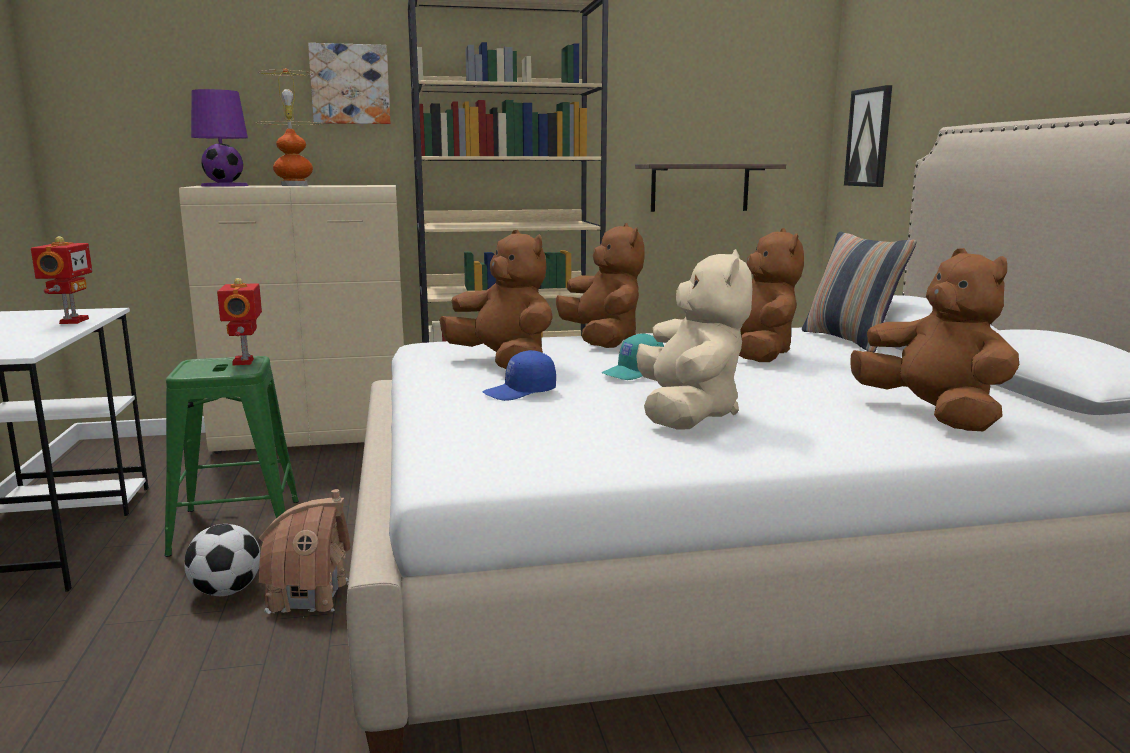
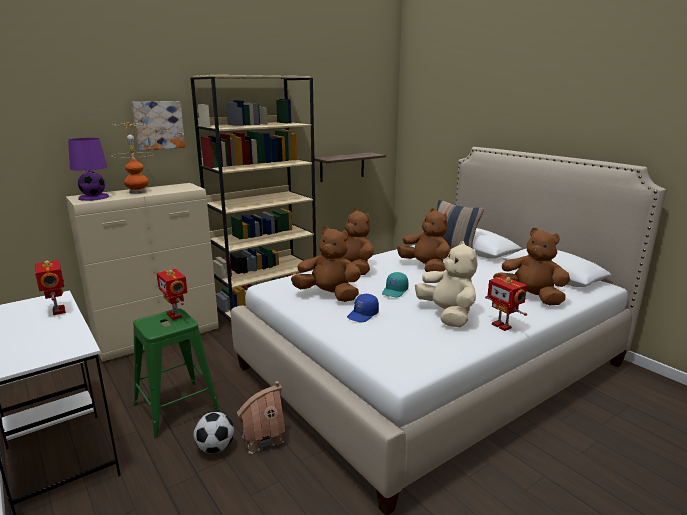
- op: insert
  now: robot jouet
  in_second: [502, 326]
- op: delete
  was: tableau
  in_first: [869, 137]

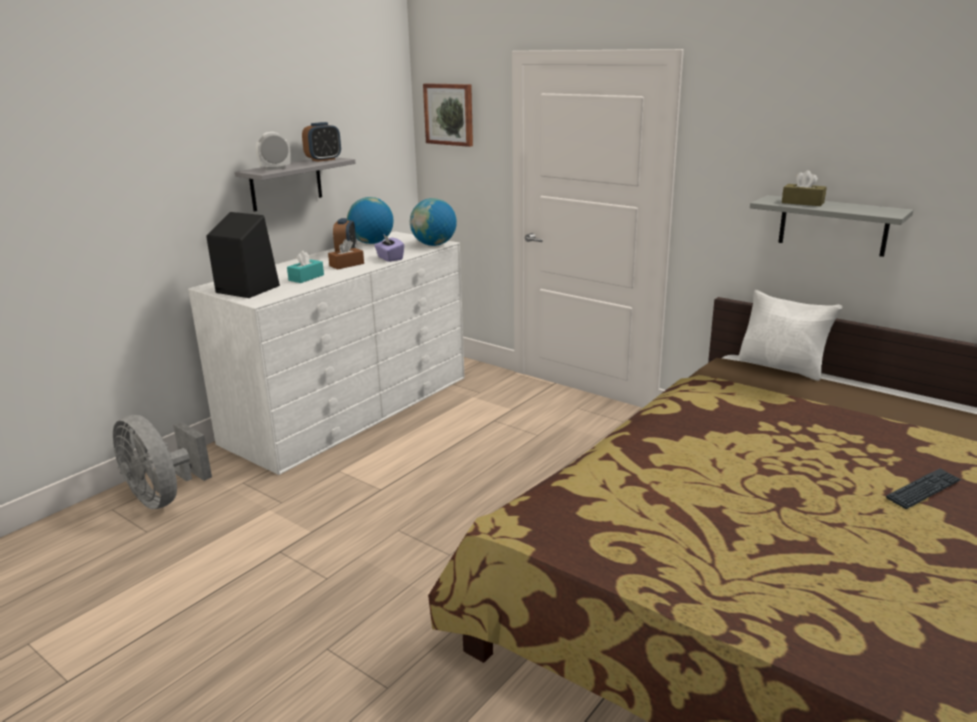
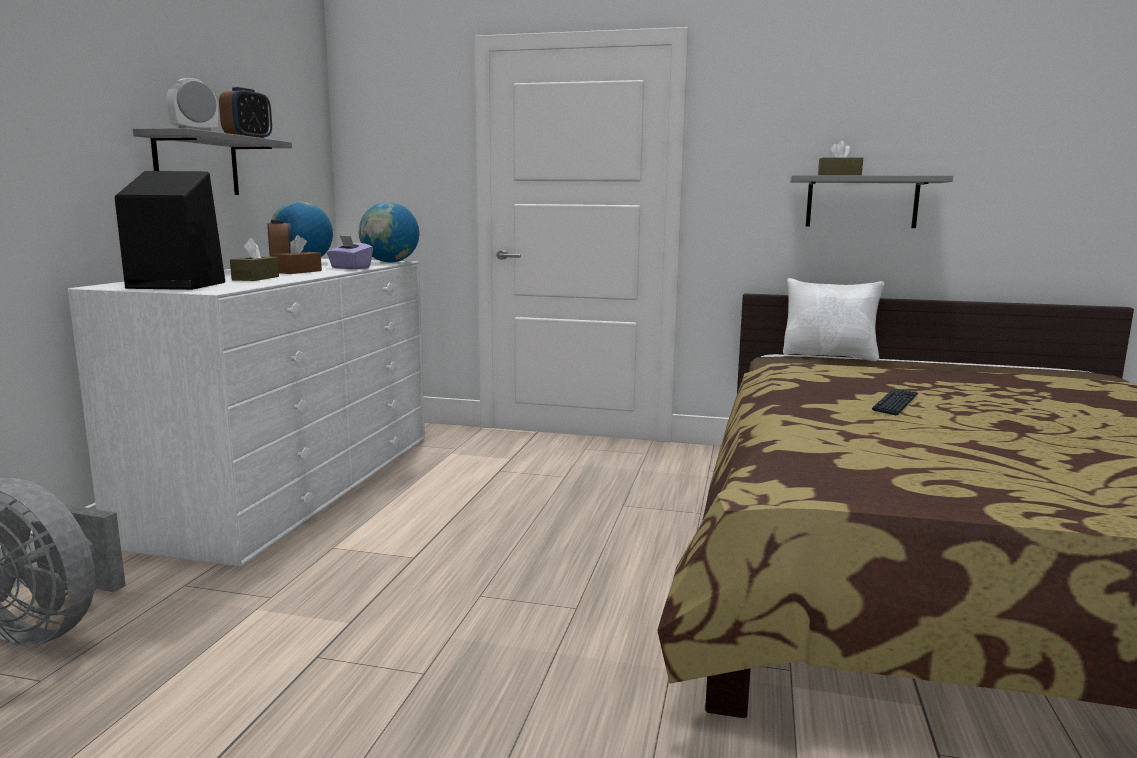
- op: recolor
  was: boîte à mouchoirs/turquoise
  now: boîte à mouchoirs/marron
  in_first: [306, 278]
  in_second: [255, 278]
- op: move
  was: clavier
  in_first: [923, 490]
  in_second: [896, 403]
- op: delete
  was: tableau
  in_first: [449, 114]

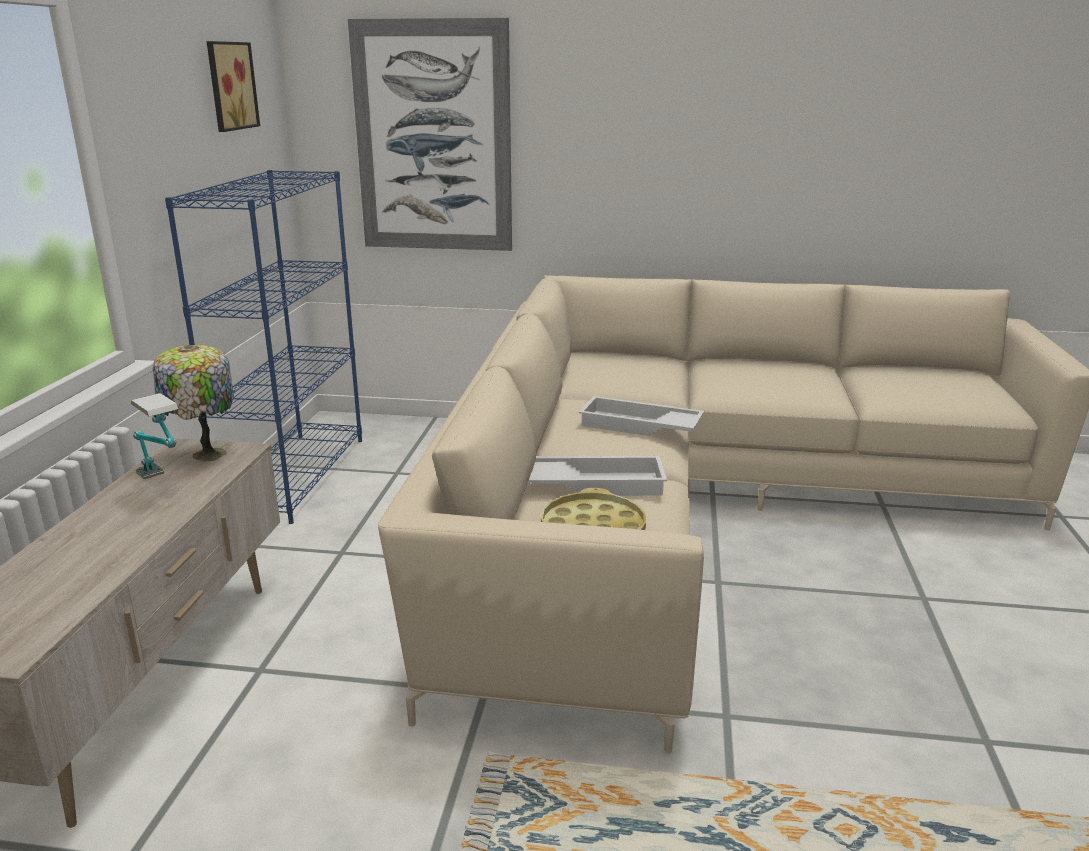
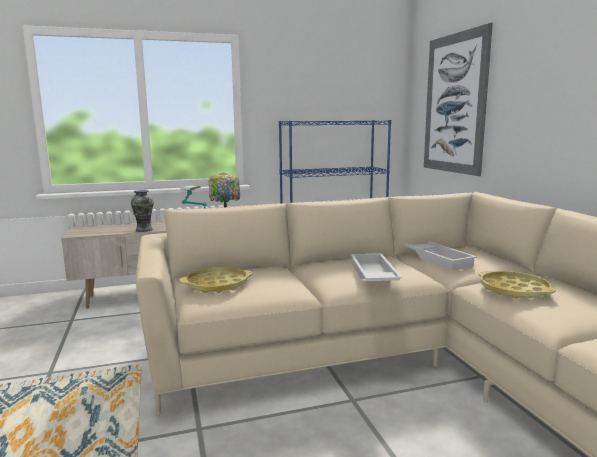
- op: insert
  now: vase
  in_second: [144, 230]
- op: move
  was: plateau/blanc
  in_first: [596, 483]
  in_second: [438, 259]
- op: insert
  now: plateau/jaune
  in_second: [514, 290]
- op: delete
  was: tableau
  in_first: [229, 86]

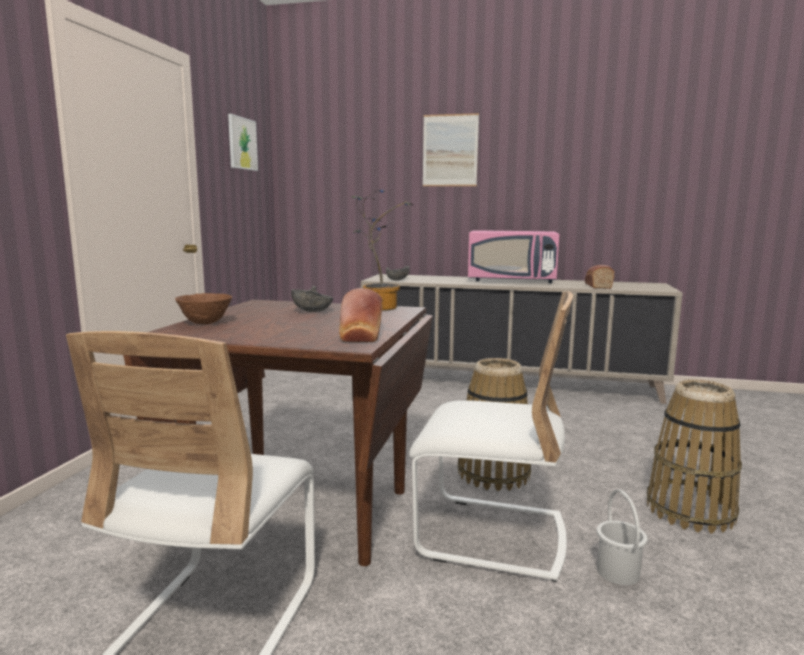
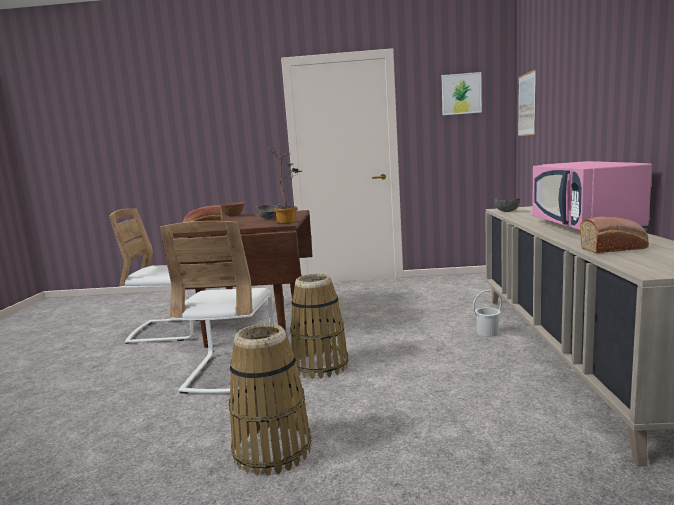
- op: move
  was: seau/blanc
  in_first: [617, 572]
  in_second: [487, 332]
- op: move
  was: tableau
  in_first: [450, 150]
  in_second: [527, 104]

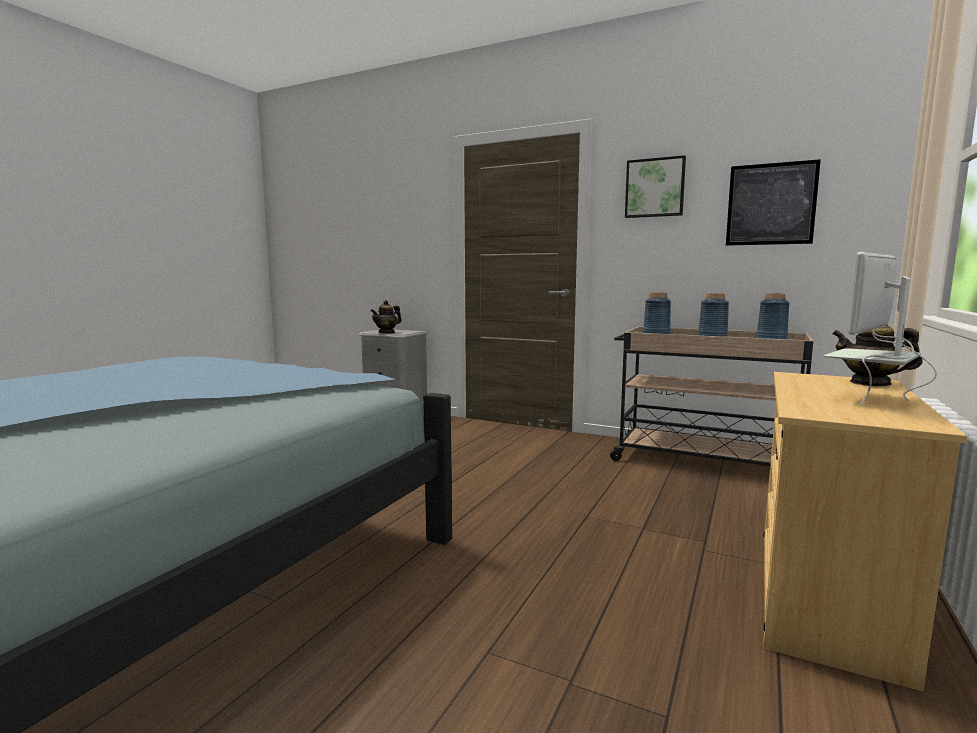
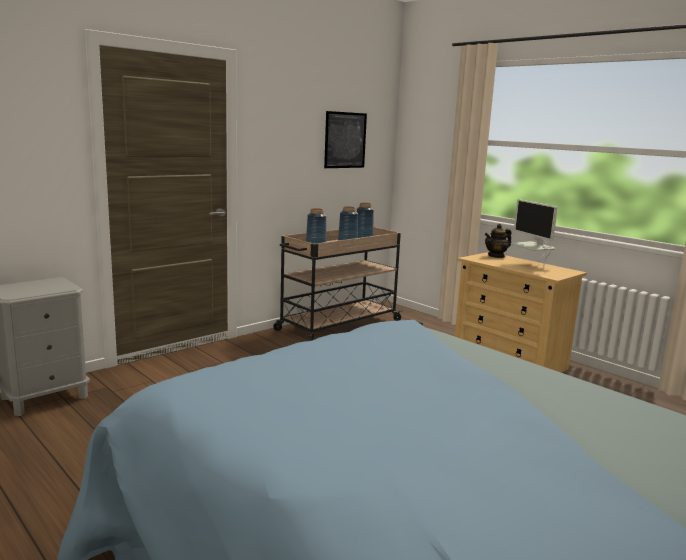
- op: delete
  was: théière
  in_first: [387, 332]
- op: delete
  was: tableau
  in_first: [655, 188]

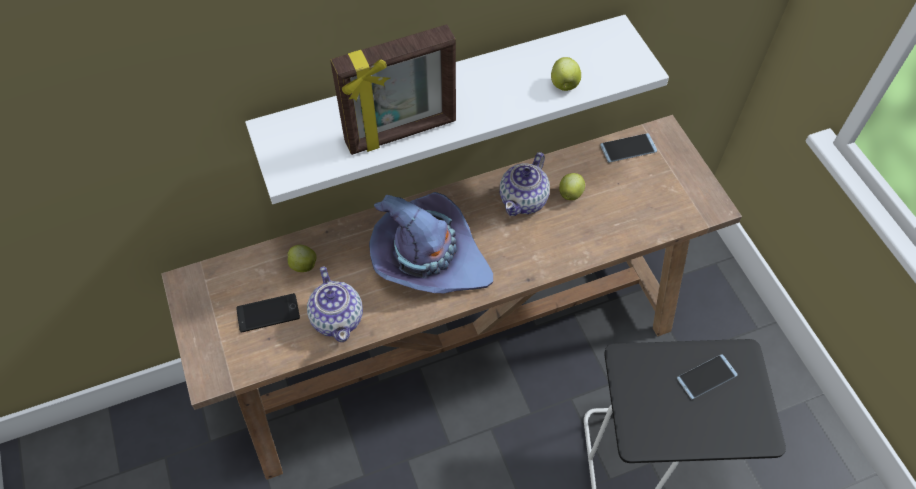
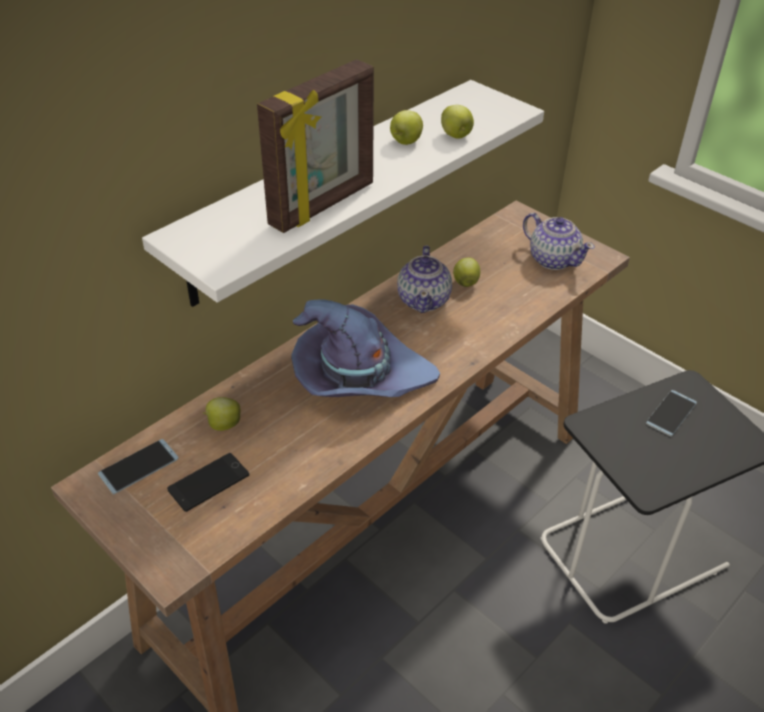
- op: move
  was: téléphone
  in_first: [628, 148]
  in_second: [138, 466]
- op: insert
  now: pomme
  in_second: [405, 142]
- op: move
  was: théière
  in_first: [338, 317]
  in_second: [553, 259]

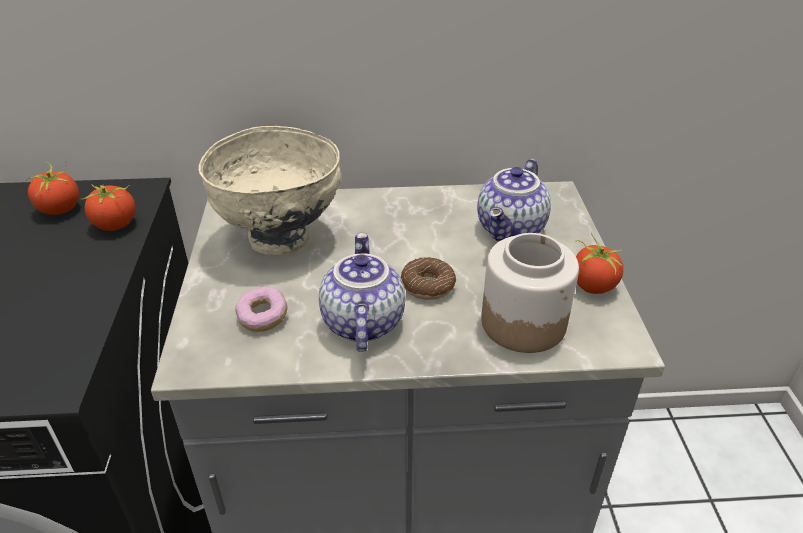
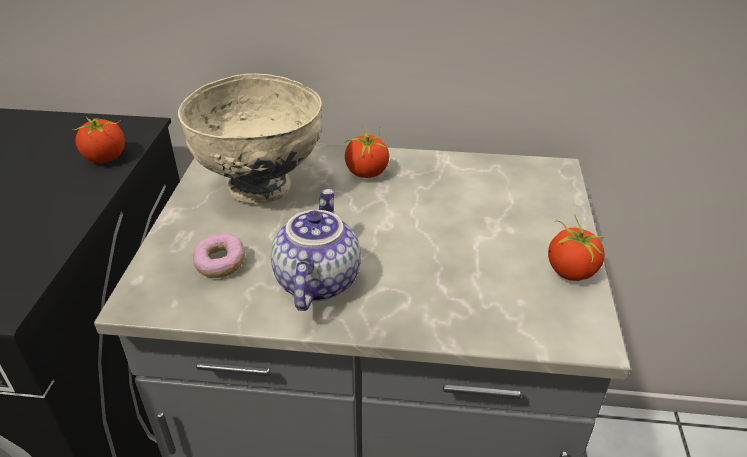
- op: move
  was: tomate
  in_first: [60, 209]
  in_second: [366, 172]
- op: delete
  was: beignet
  in_first: [427, 285]
- op: delete
  was: théière
  in_first: [512, 230]
- op: delete
  was: bocal
  in_first: [523, 322]

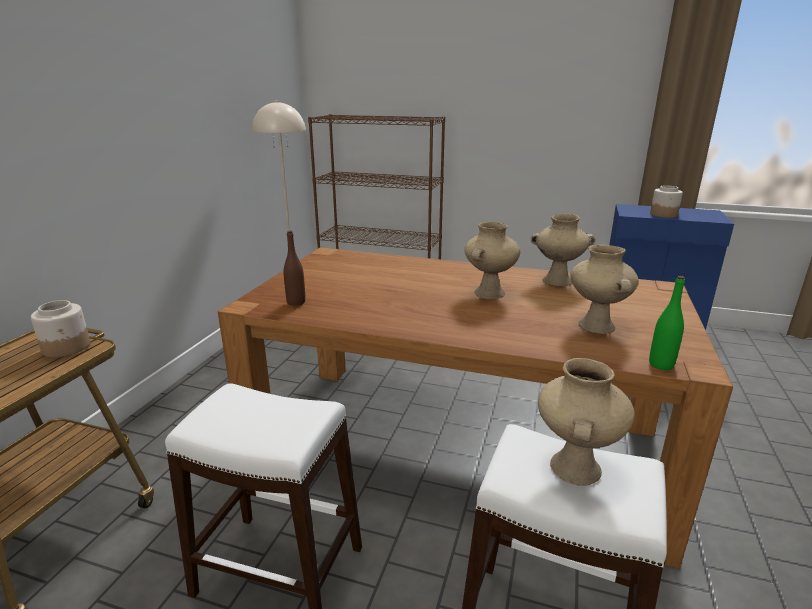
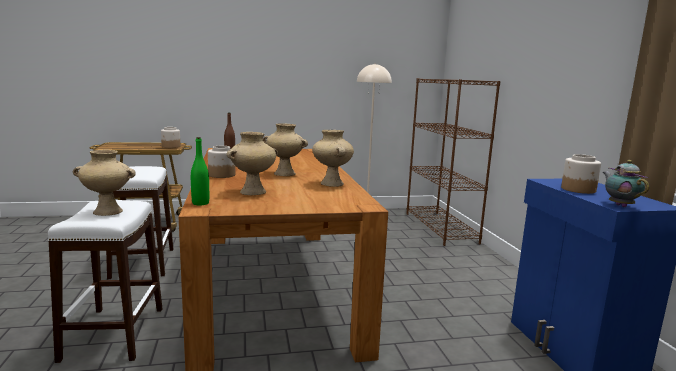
- op: insert
  now: bocal
  in_second: [221, 175]
- op: insert
  now: théière
  in_second: [619, 205]

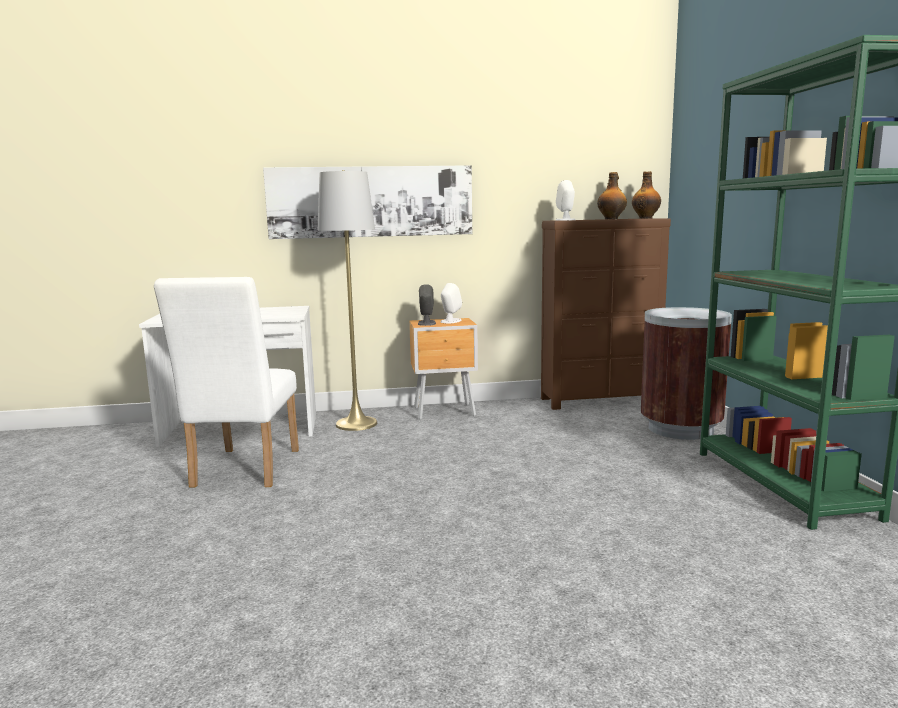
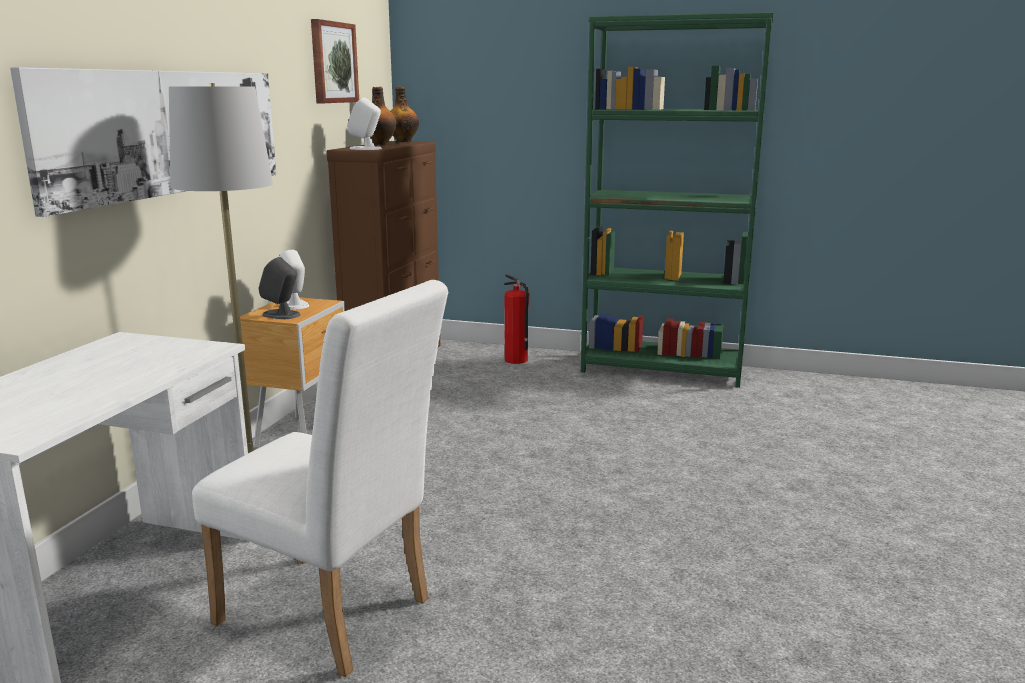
- op: insert
  now: tableau
  in_second: [333, 62]
- op: replace
  was: poubelle/marron
  now: extincteur
  in_first: [680, 429]
  in_second: [516, 360]

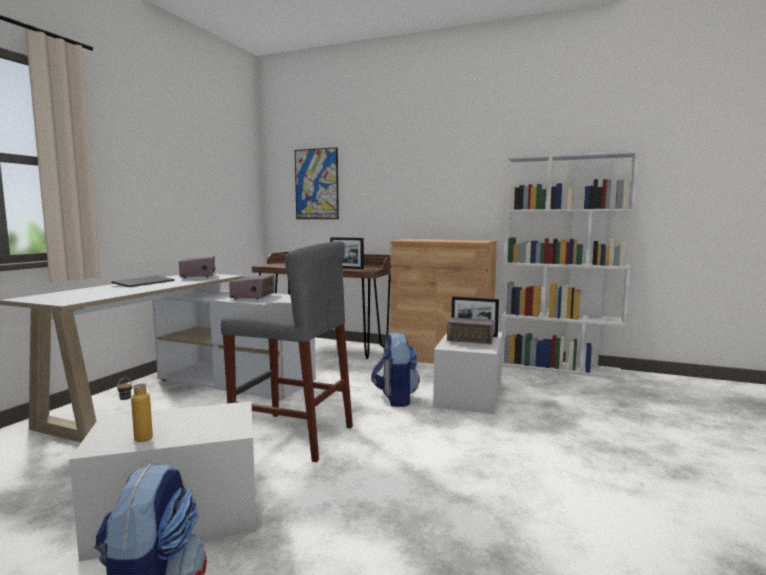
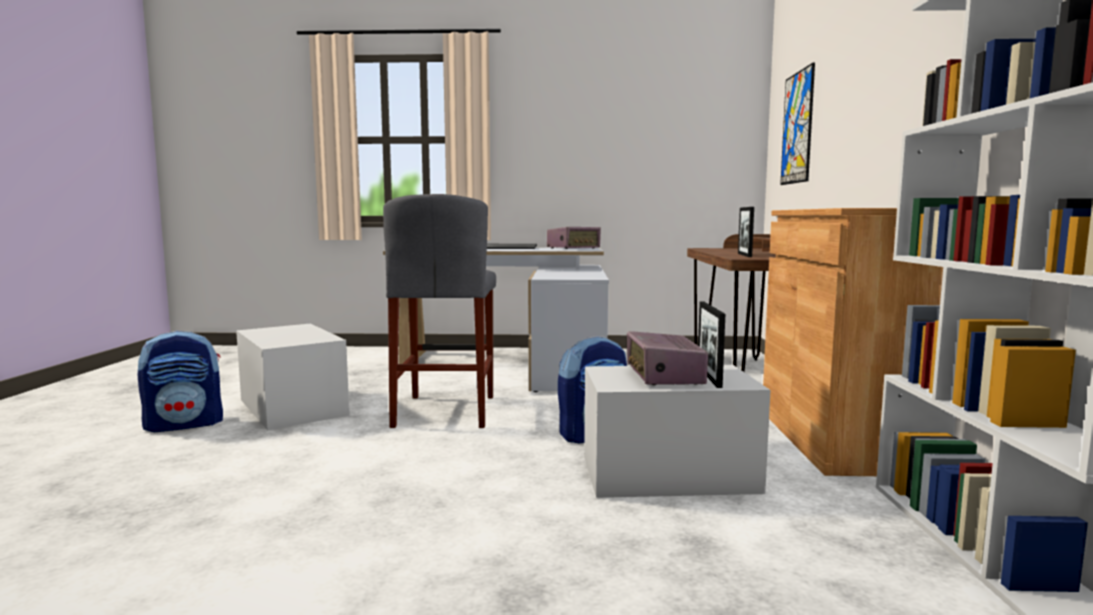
- op: delete
  was: bouteille
  in_first: [137, 441]
- op: delete
  was: radio
  in_first: [253, 296]

